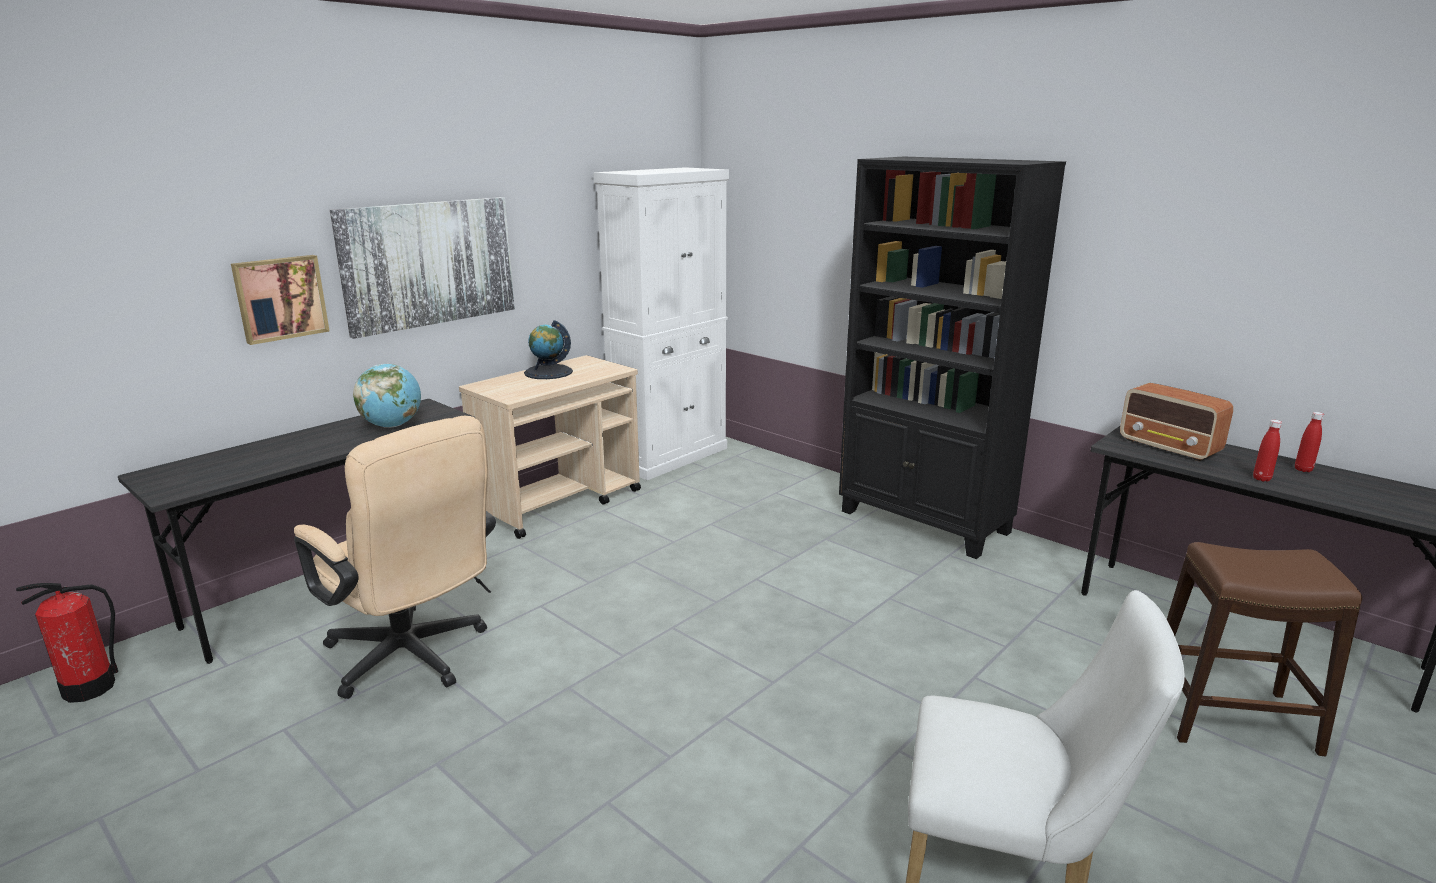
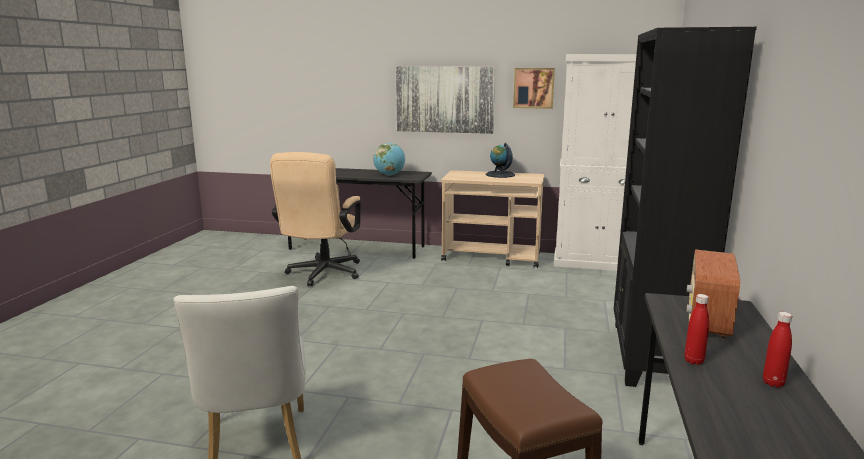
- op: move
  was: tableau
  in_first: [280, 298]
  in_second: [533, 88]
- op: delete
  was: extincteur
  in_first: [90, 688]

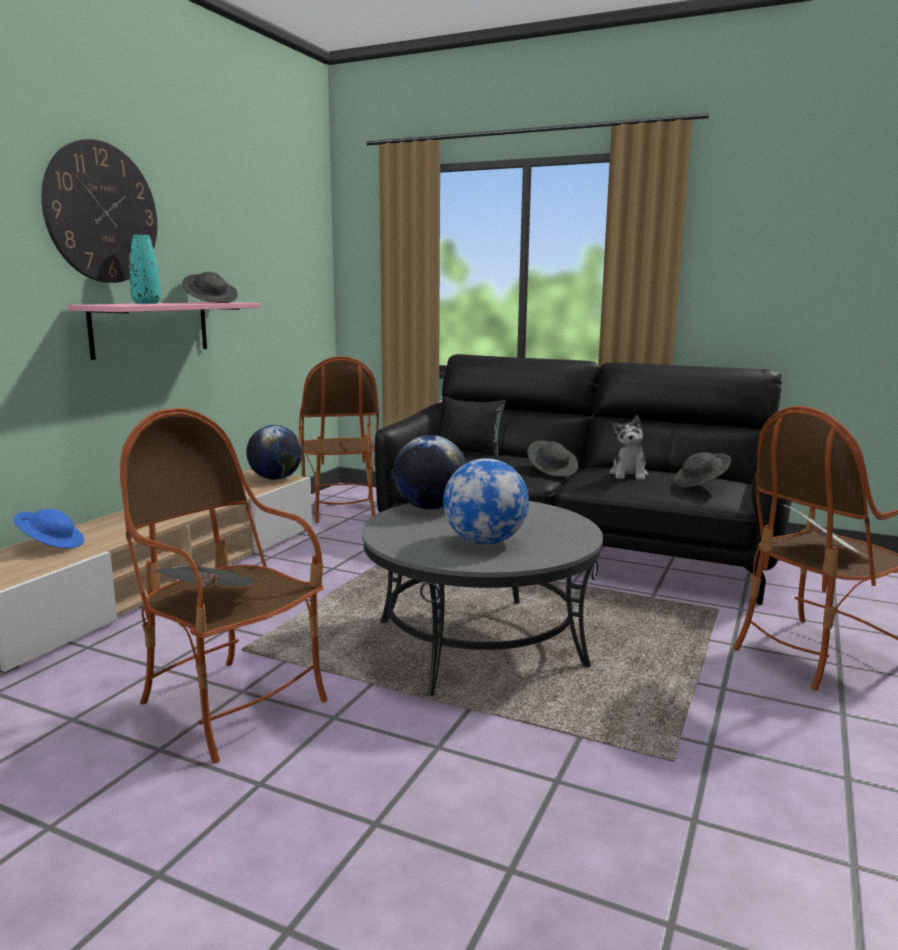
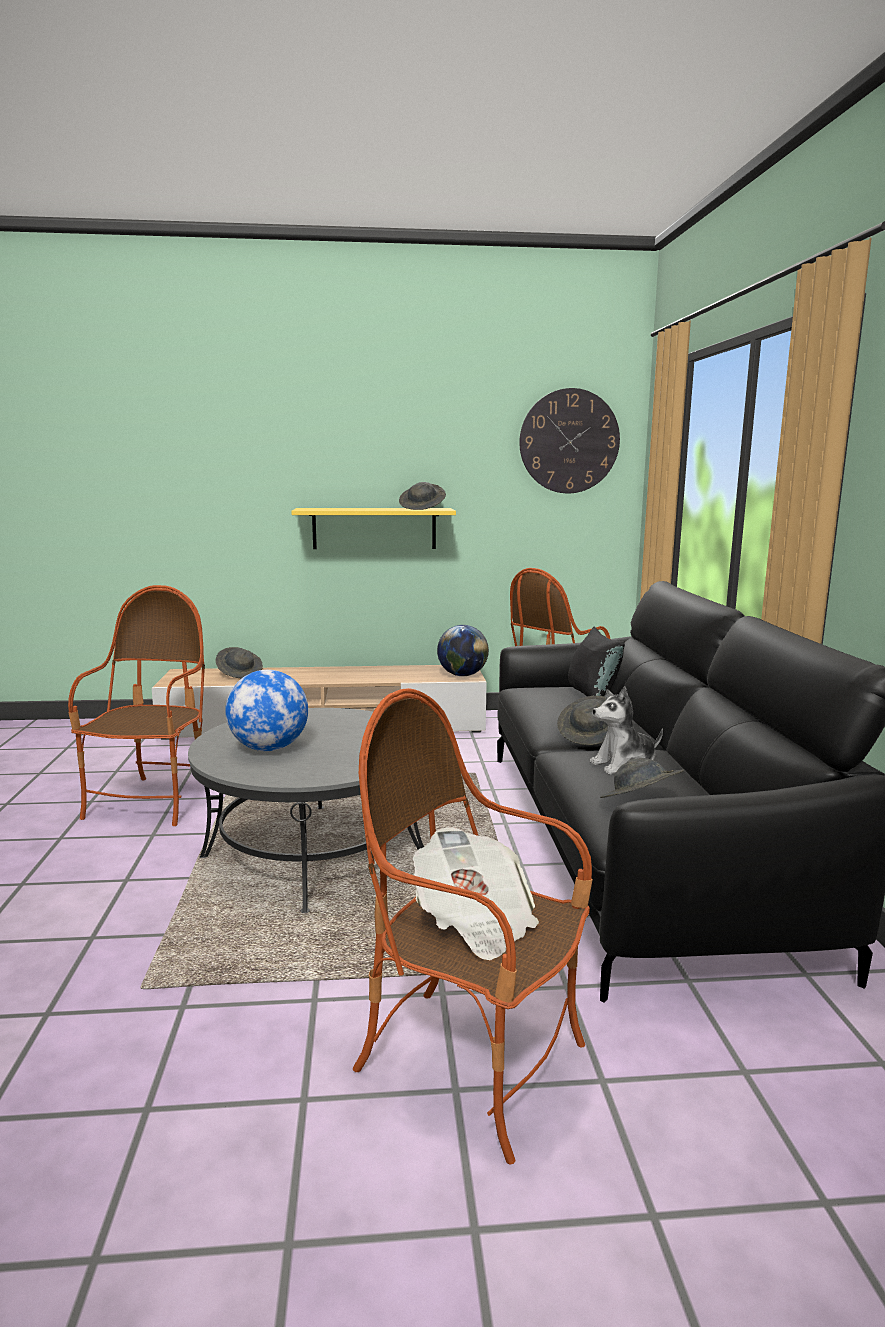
- op: recolor
  was: chapeau/bleu
  now: chapeau/gris
  in_first: [52, 545]
  in_second: [240, 673]
- op: recolor
  was: étagère/rose
  now: étagère/jaune
  in_first: [151, 328]
  in_second: [374, 528]
- op: move
  was: horloge murale
  in_first: [102, 213]
  in_second: [569, 441]
- op: delete
  was: vase/turquoise
  in_first: [146, 303]
- op: delete
  was: journal
  in_first: [212, 603]
- op: delete
  was: globe
  in_first: [430, 508]

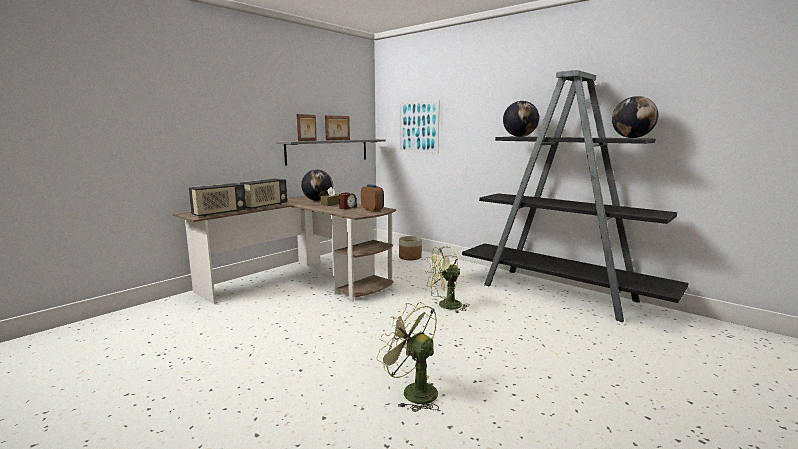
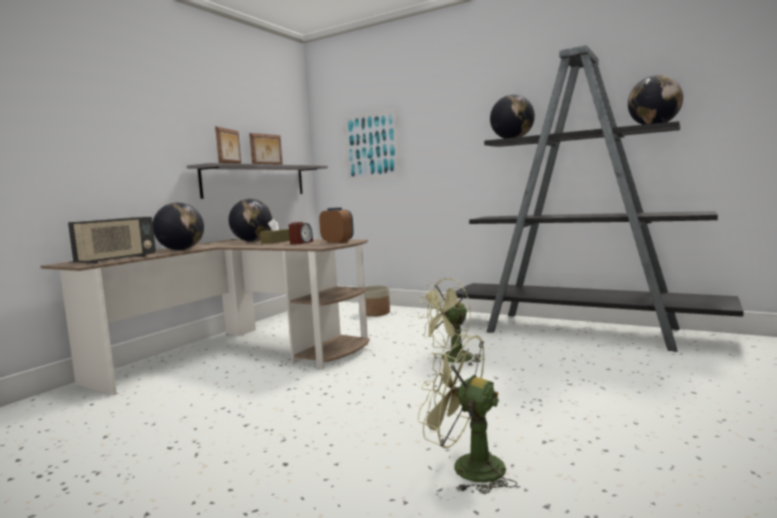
- op: replace
  was: radio
  now: globe
  in_first: [265, 206]
  in_second: [181, 250]

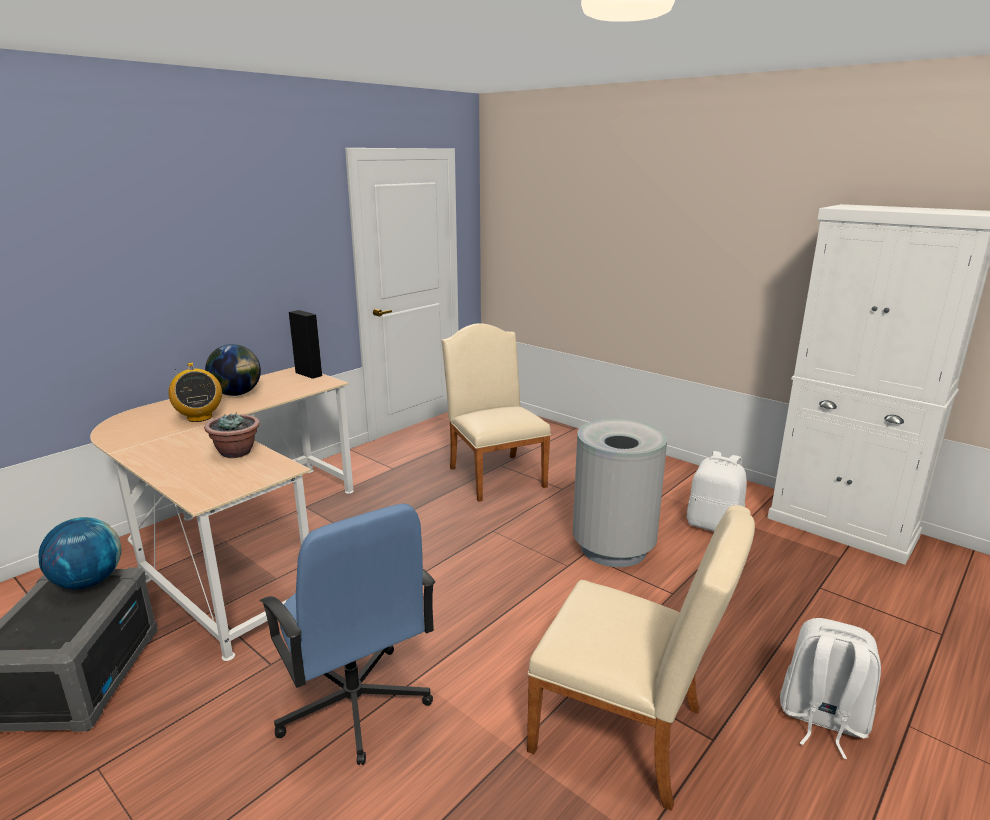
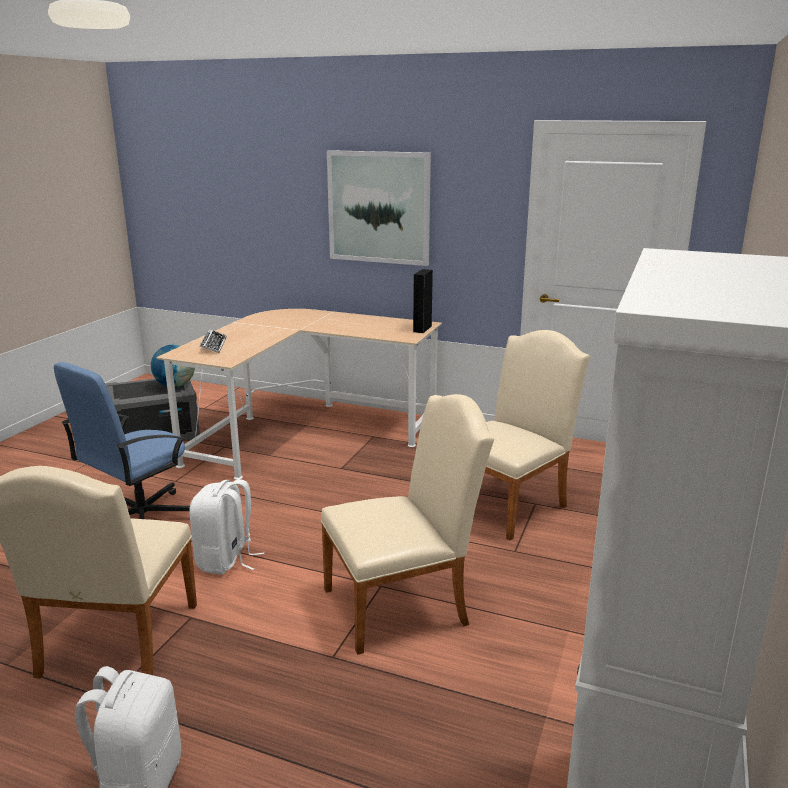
- op: move
  was: sac à dos/blanc
  in_first: [714, 525]
  in_second: [226, 560]
- op: insert
  now: clavier
  in_second: [213, 345]
- op: replace
  was: poubelle/gris
  now: chaise/beige
  in_first: [613, 548]
  in_second: [404, 604]
- op: insert
  now: tableau
  in_second: [379, 207]
- op: delete
  was: radio
  in_first: [199, 417]
- op: delete
  was: plante en pot
  in_first: [236, 452]
- op: delete
  was: globe
  in_first: [237, 394]

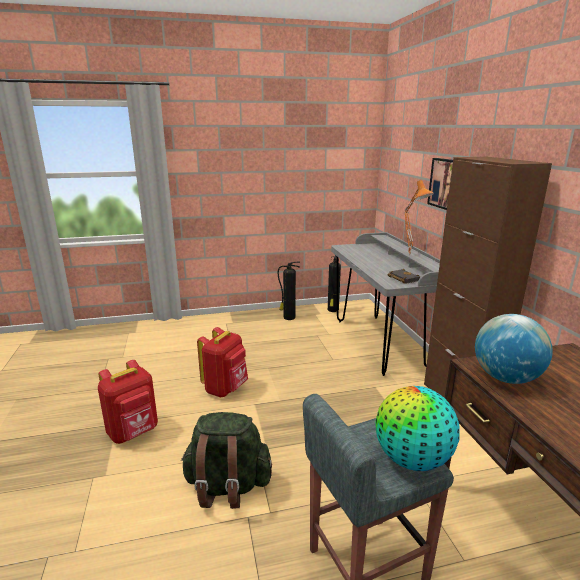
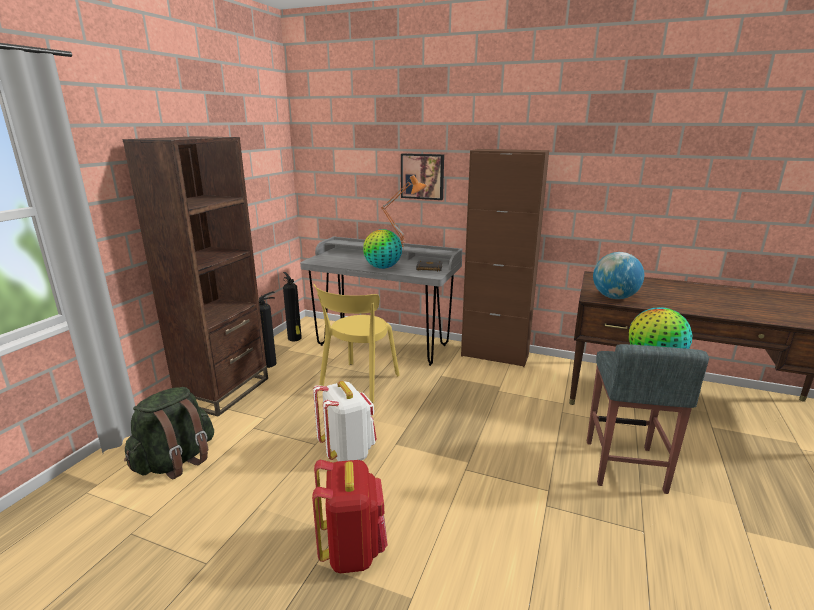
- op: insert
  now: bibliothèque/marron
  in_second: [224, 391]
- op: move
  was: sac à dos/vert
  in_first: [227, 486]
  in_second: [176, 461]
- op: insert
  now: chaise/jaune
  in_second: [358, 383]
- op: recolor
  was: sac à dos/rouge
  now: sac à dos/blanc
  in_first: [226, 389]
  in_second: [347, 452]
- op: insert
  now: globe
  in_second: [383, 267]

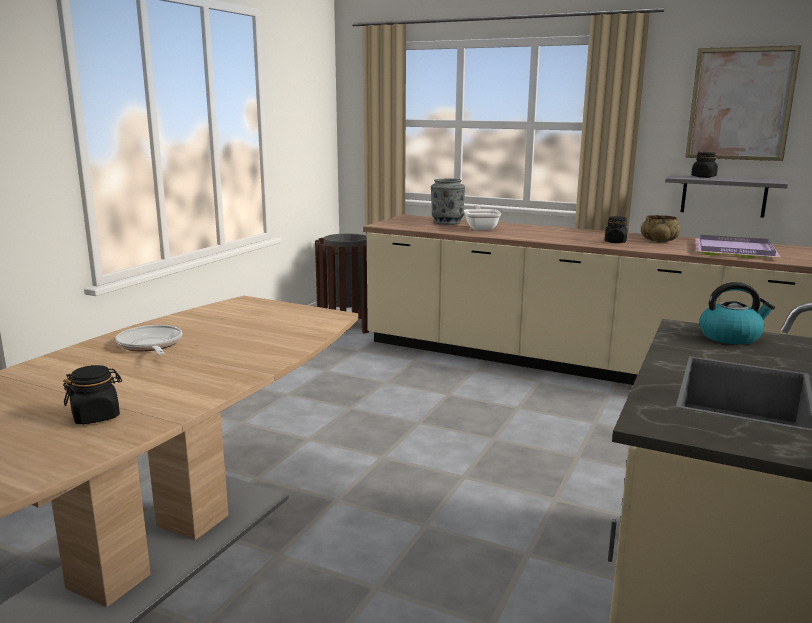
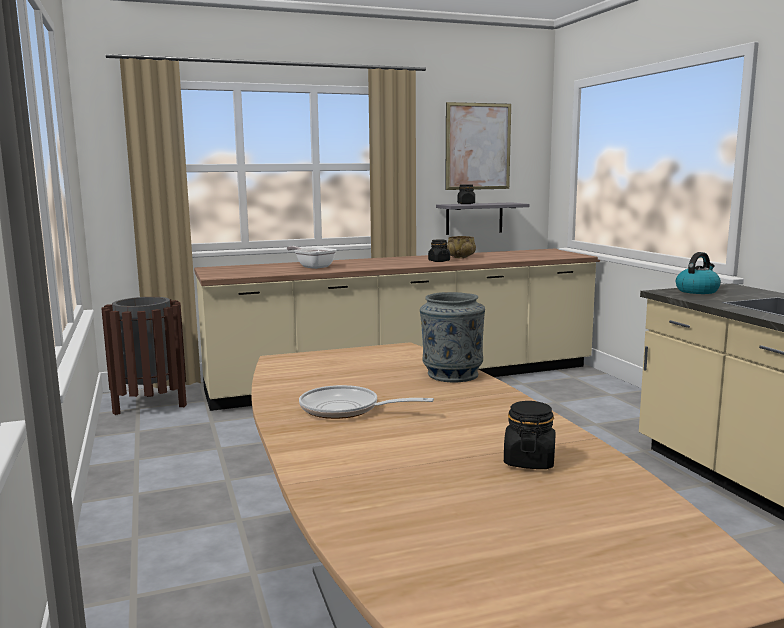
- op: move
  was: vase/gris
  in_first: [446, 222]
  in_second: [451, 375]
- op: delete
  was: plateau/violet
  in_first: [733, 251]

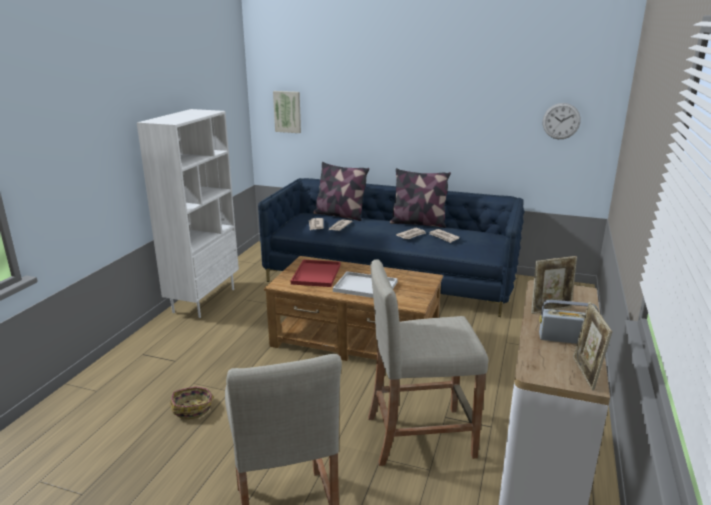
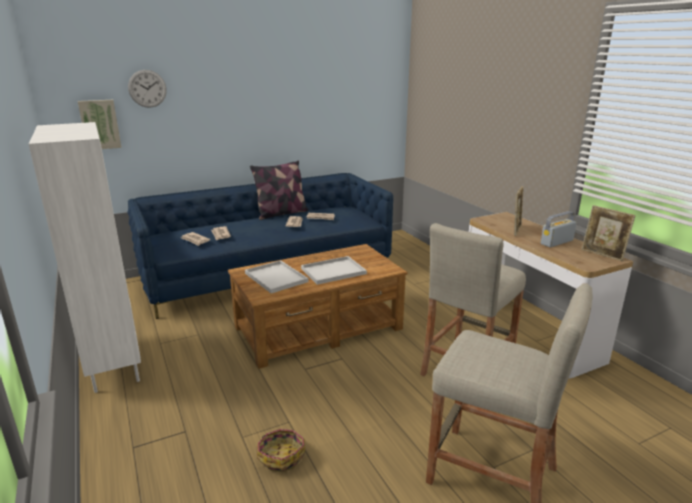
- op: move
  was: horloge murale
  in_first: [561, 121]
  in_second: [147, 88]
- op: recolor
  was: plateau/rouge
  now: plateau/blanc
  in_first: [316, 275]
  in_second: [277, 278]
- op: delete
  was: coussin
  in_first: [340, 215]

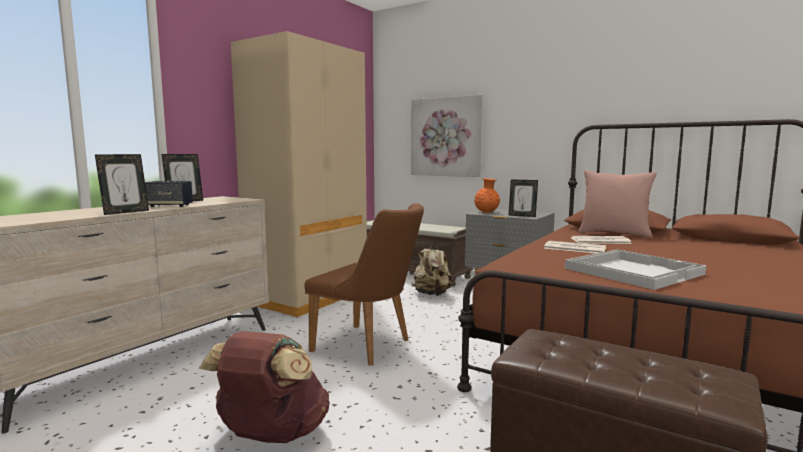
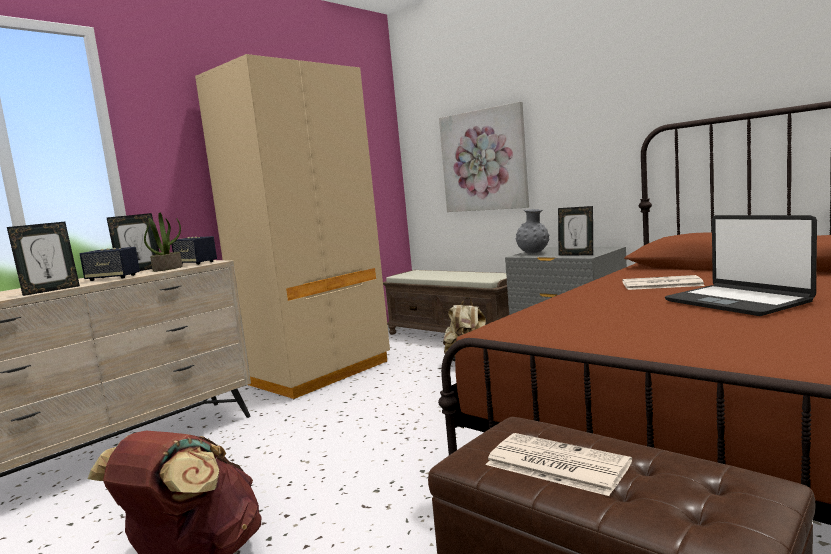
- op: insert
  now: plante en pot
  in_second: [168, 269]
- op: insert
  now: enceinte
  in_second: [196, 263]
- op: move
  was: journal
  in_first: [573, 248]
  in_second: [554, 464]
- op: recolor
  was: vase/orange
  now: vase/gris
  in_first: [486, 212]
  in_second: [533, 253]
- op: insert
  now: ordinateur portable
  in_second: [737, 301]
- op: delete
  was: chaise/marron
  in_first: [369, 346]
- op: delete
  was: plateau/blanc
  in_first: [632, 271]
- op: delete
  was: coussin/rose
  in_first: [614, 234]

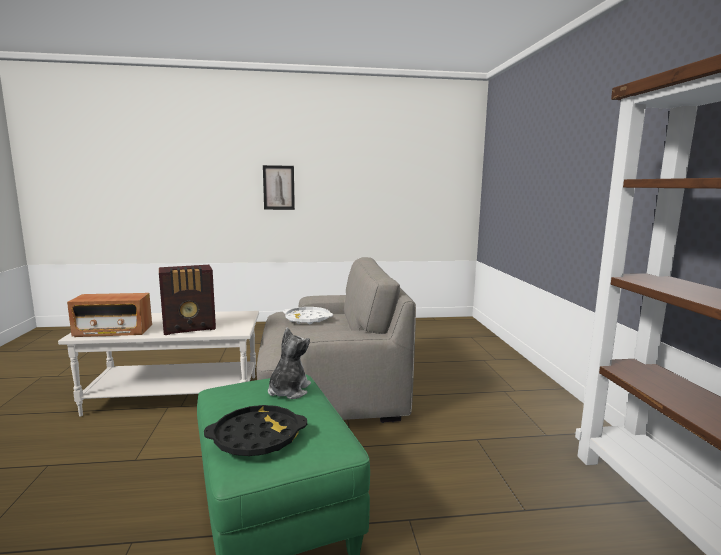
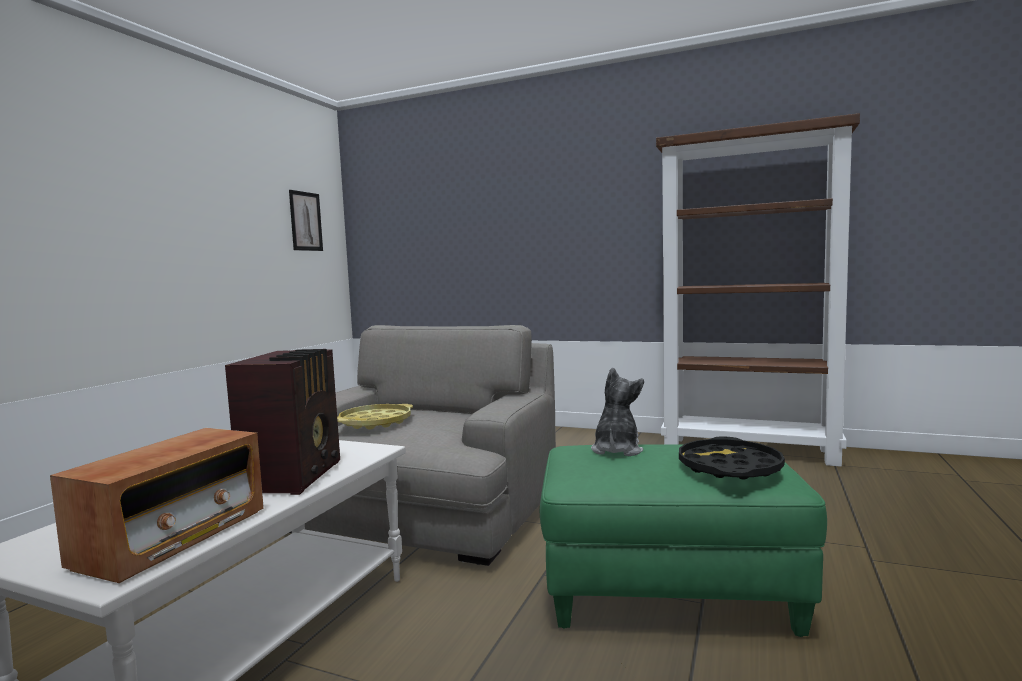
- op: move
  was: tableau
  in_first: [278, 187]
  in_second: [305, 221]
- op: recolor
  was: plateau/blanc
  now: plateau/jaune
  in_first: [307, 319]
  in_second: [375, 422]
- op: rotate
  was: peluche
  in_first: [288, 391]
  in_second: [616, 450]
  clockwise: 60

